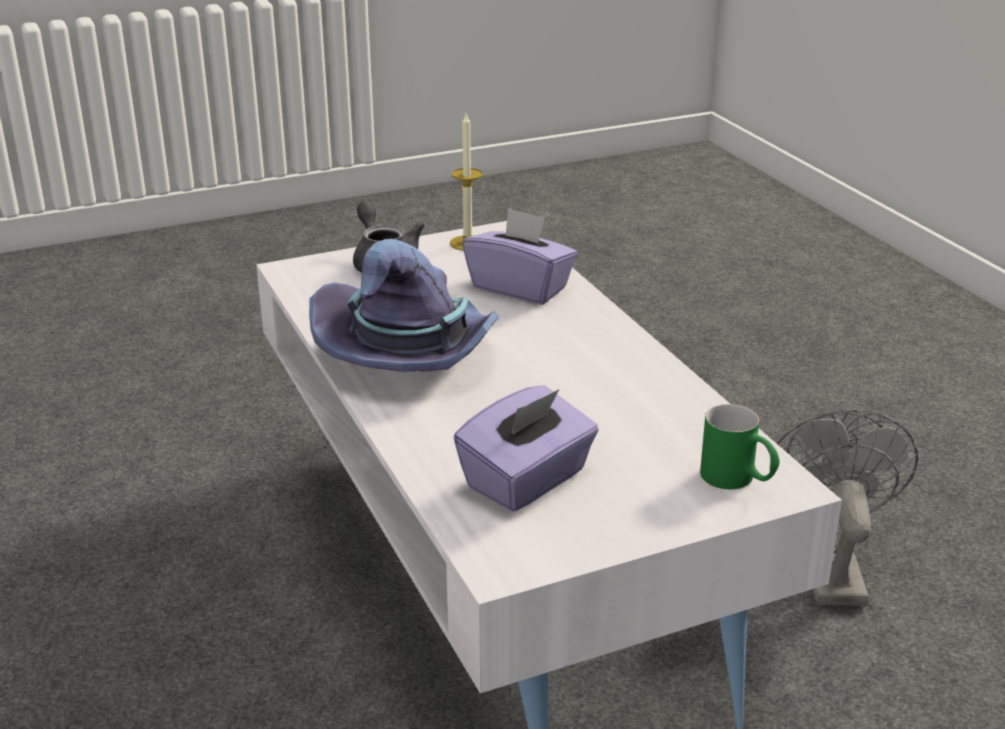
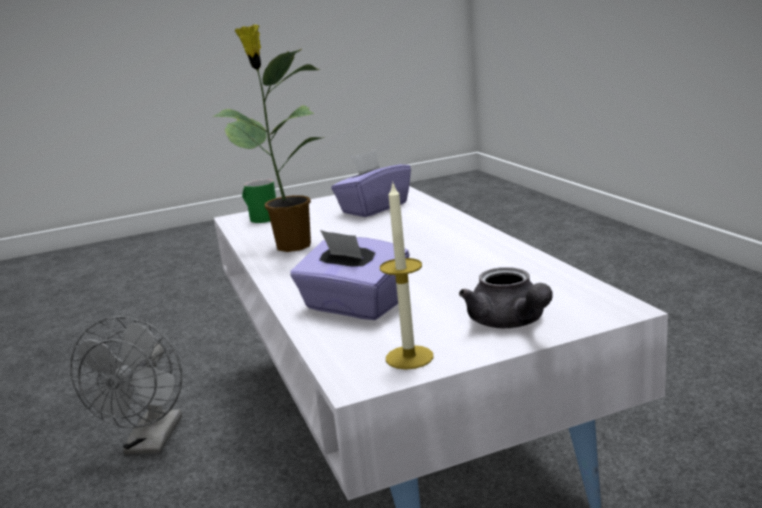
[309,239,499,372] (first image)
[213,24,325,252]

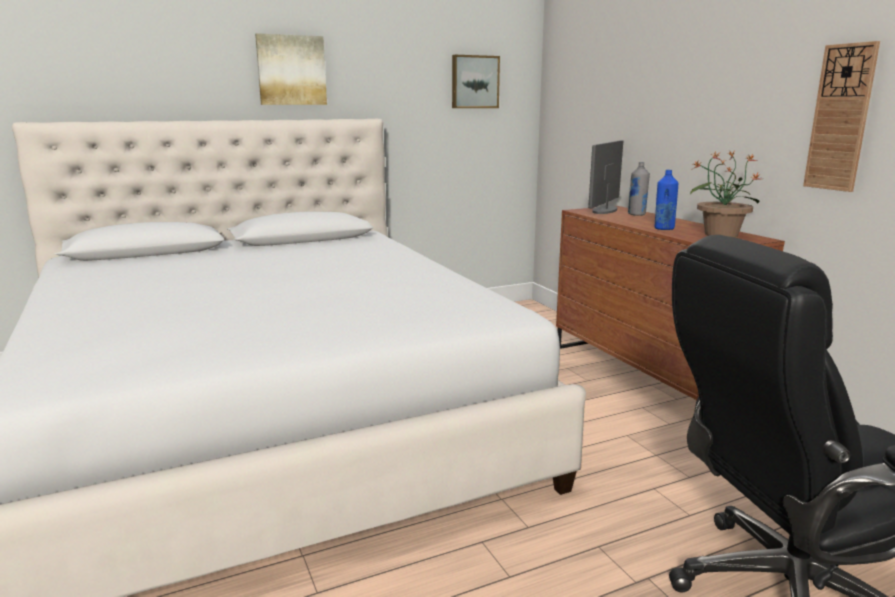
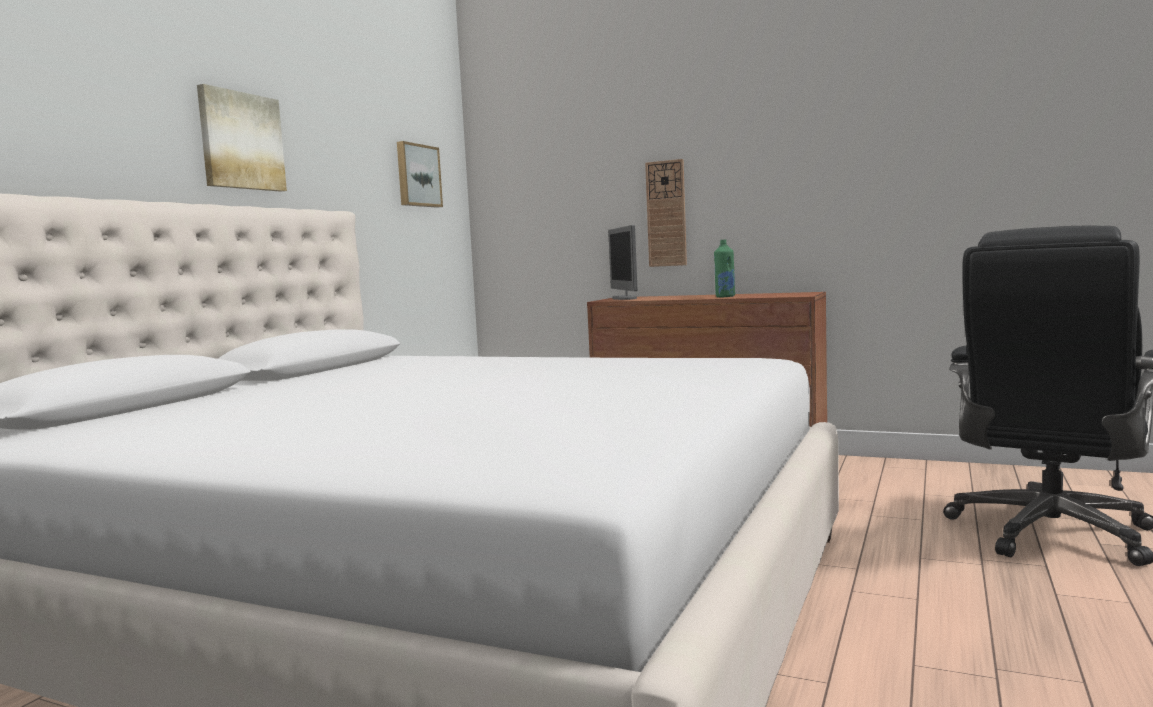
[628,162,650,216] (first image)
[714,240,735,298]
[690,151,760,237] (first image)
[645,159,687,267]

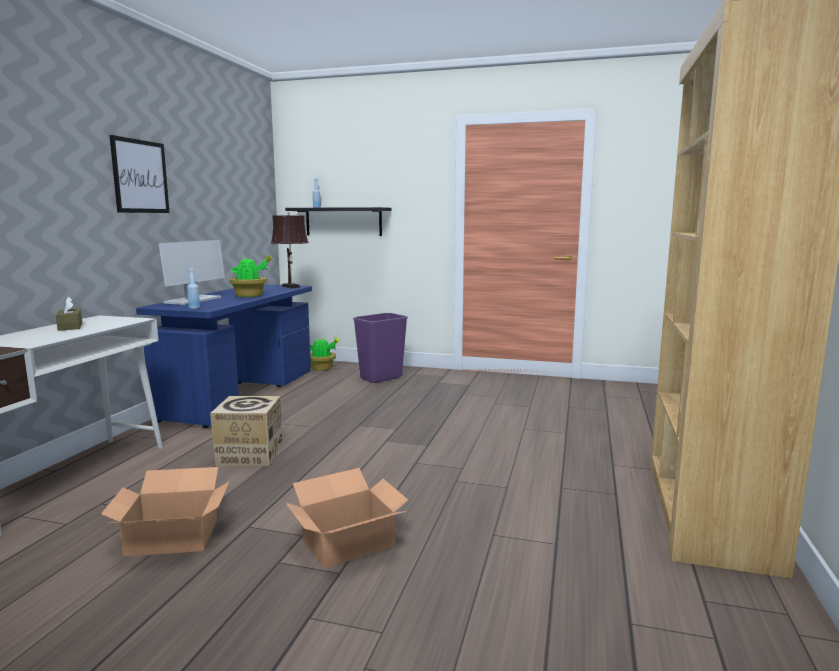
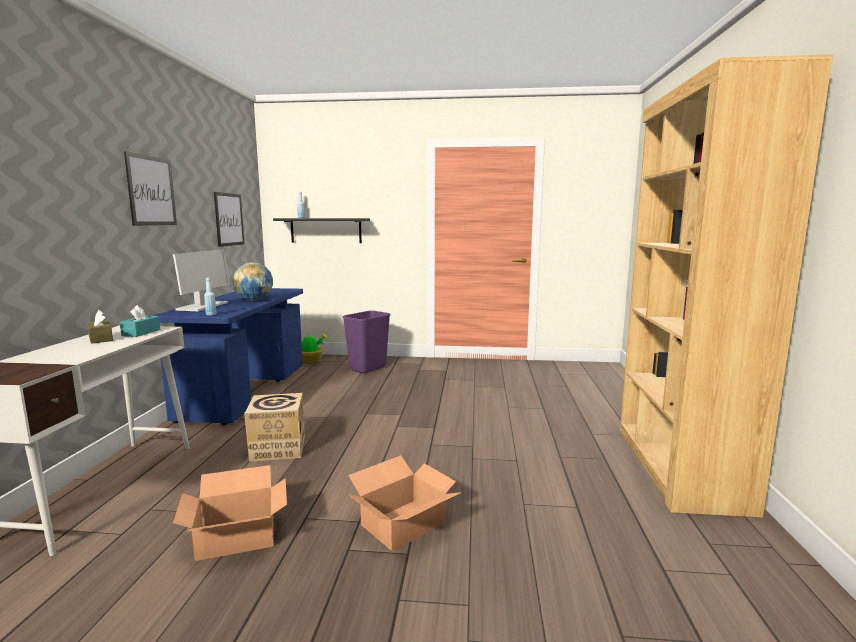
[233,262,273,301]
[271,212,309,288] (first image)
[120,305,160,337]
[214,192,245,247]

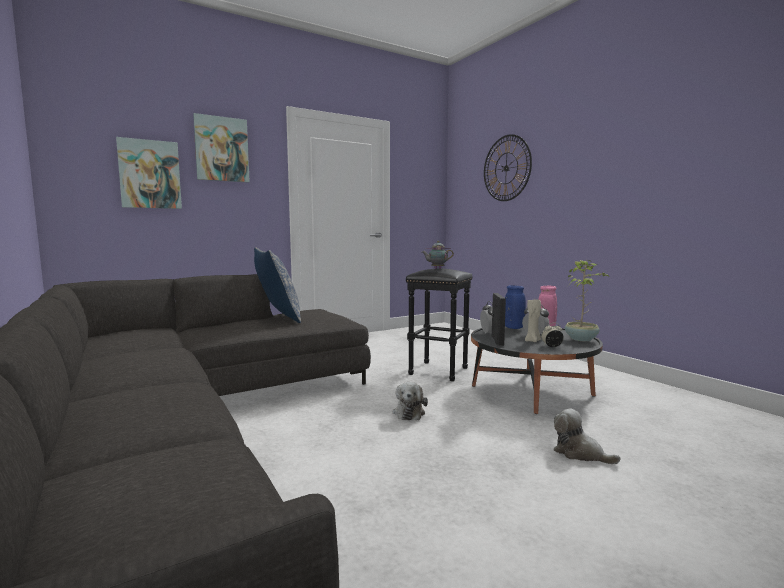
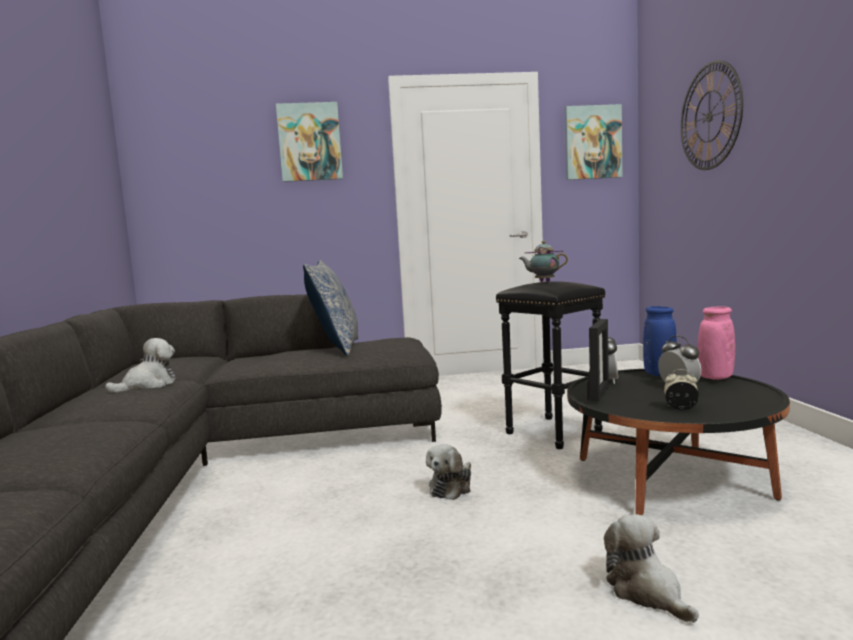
[565,104,622,180]
[525,297,541,342] (first image)
[565,260,610,341] (first image)
[105,338,176,393]

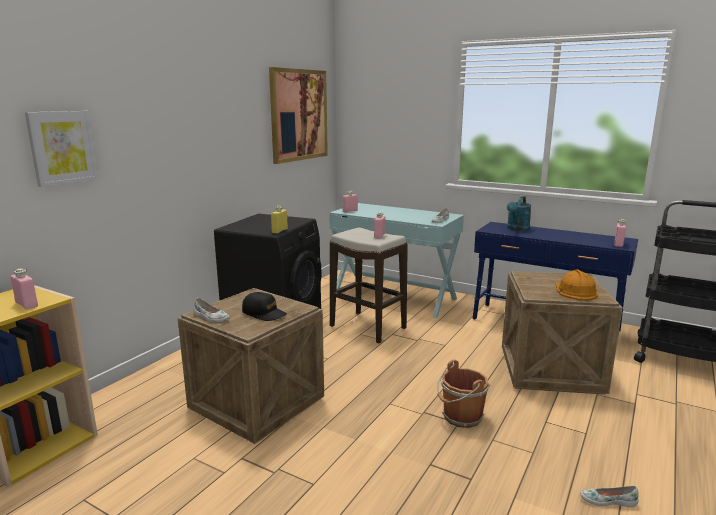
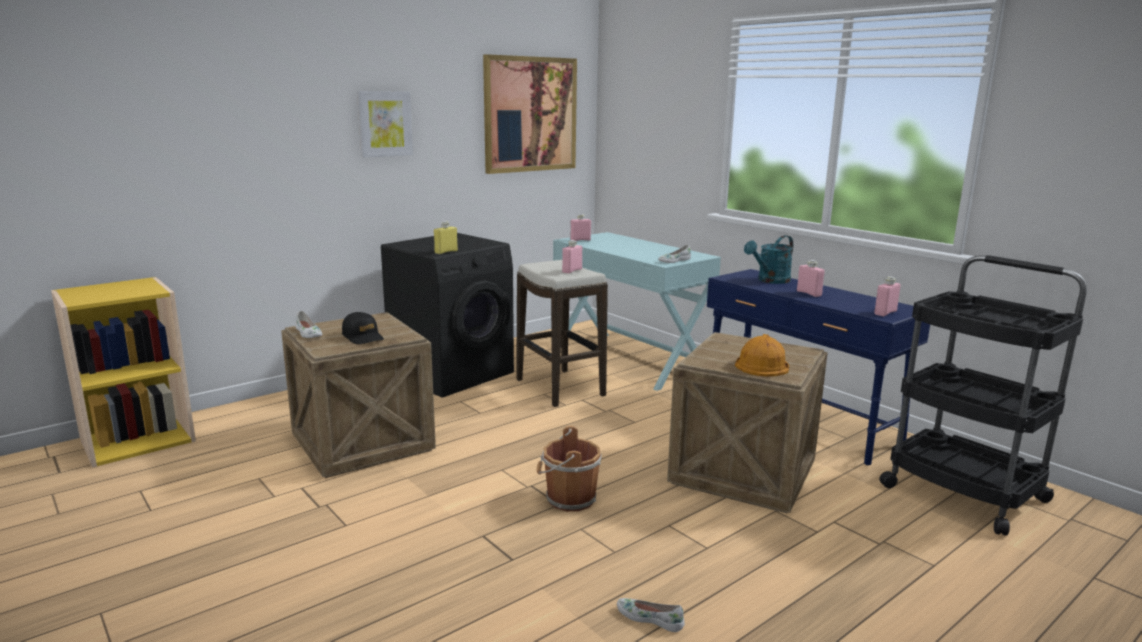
[797,260,825,297]
[357,91,413,157]

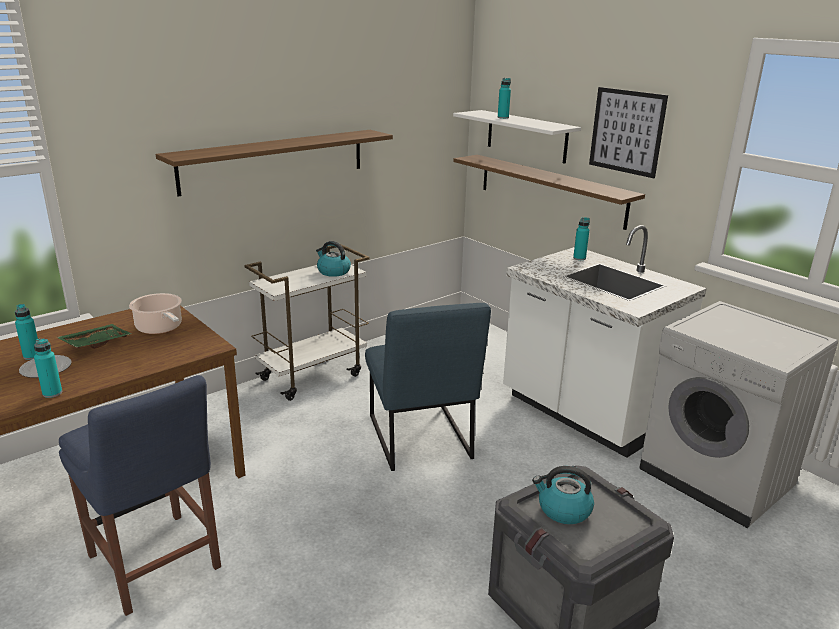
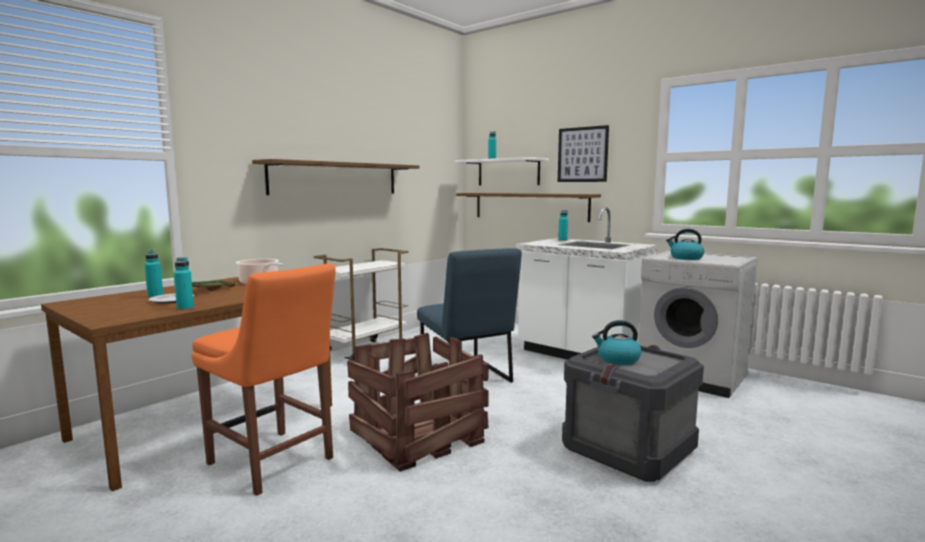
[192,263,336,496]
[666,229,704,260]
[347,333,489,472]

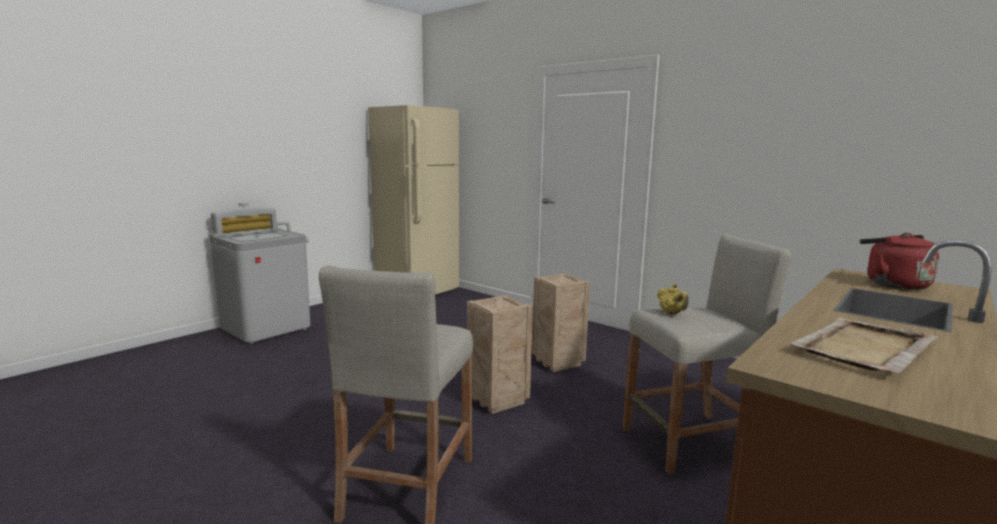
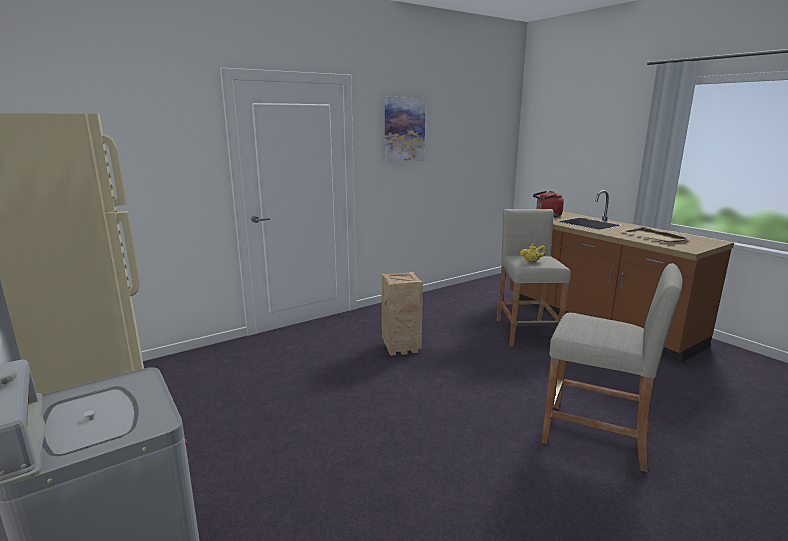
[467,295,533,414] (first image)
[385,97,426,163]

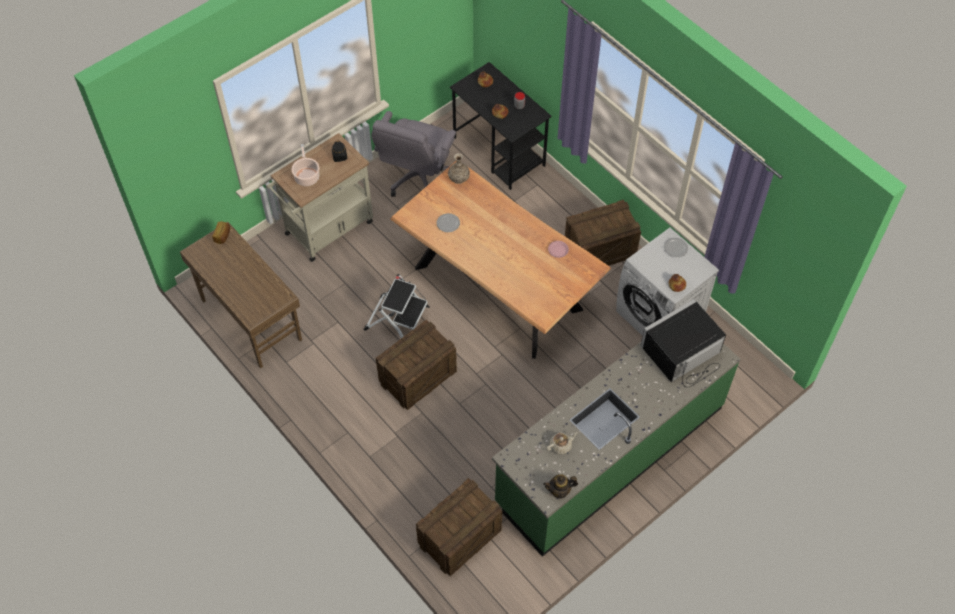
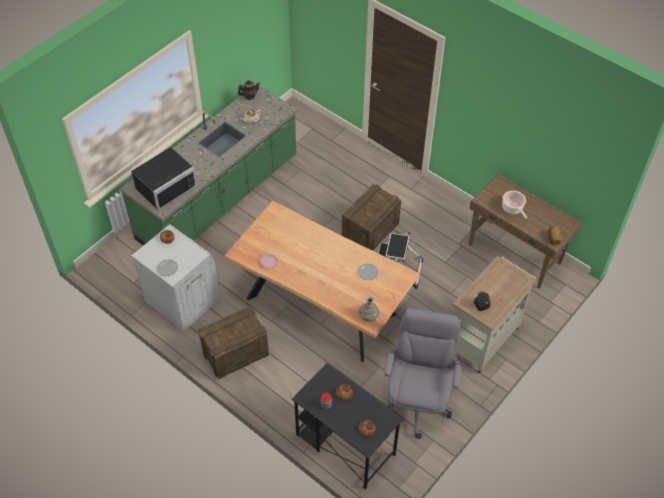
[502,191,528,219]
[416,478,502,577] (first image)

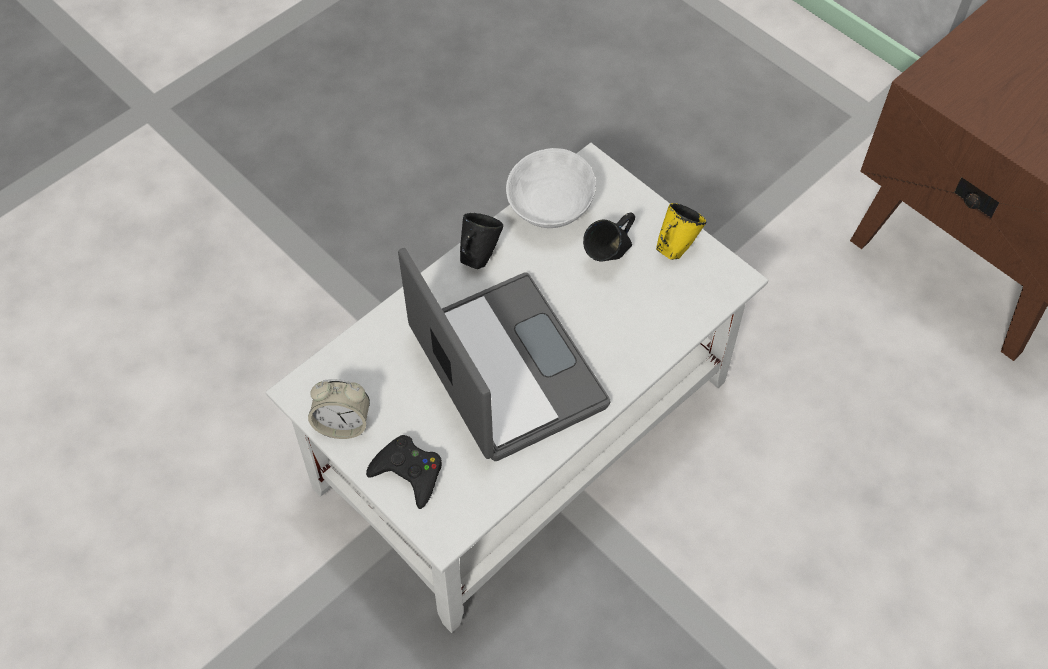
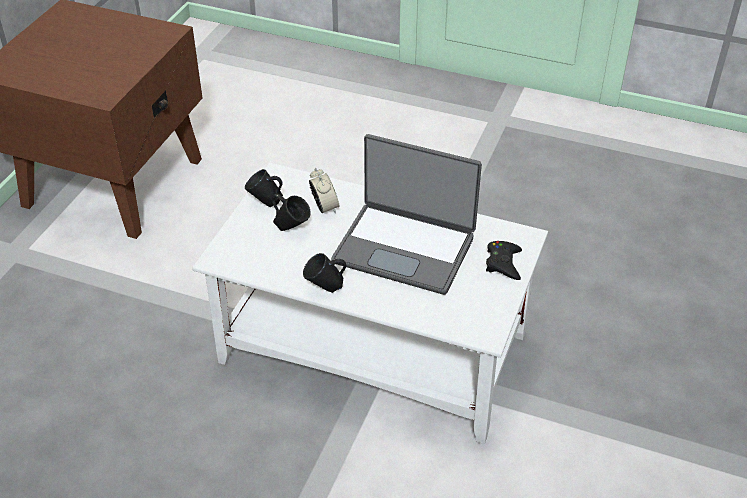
[309,168,339,214]
[331,134,482,295]
[506,148,596,228] (first image)
[245,169,283,207]

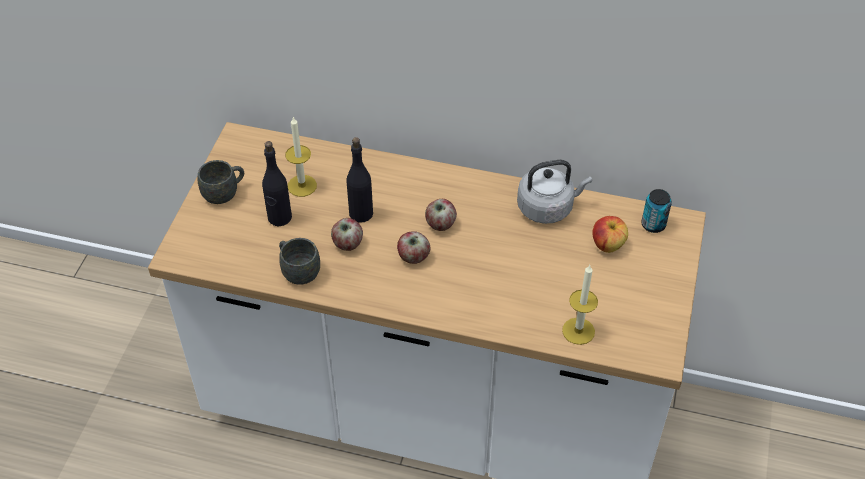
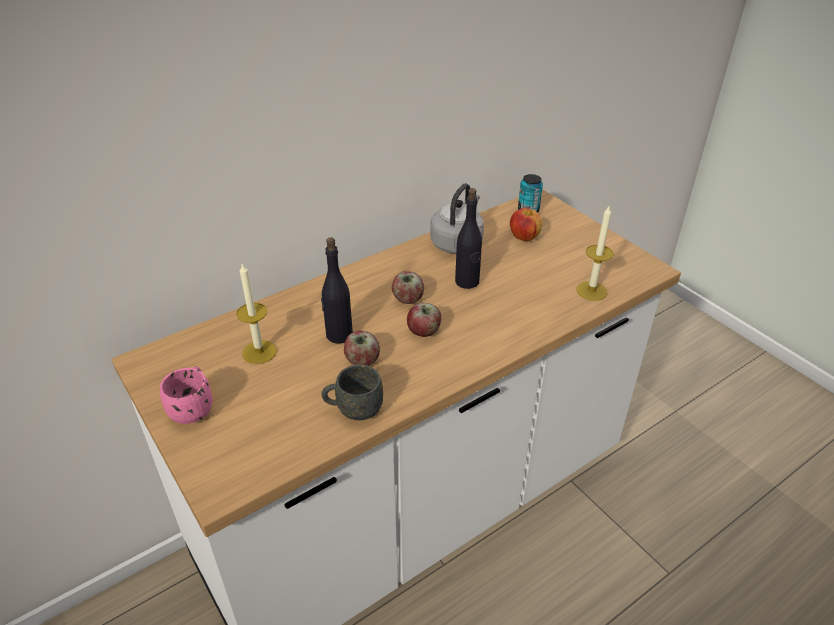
[160,366,213,424]
[455,188,482,289]

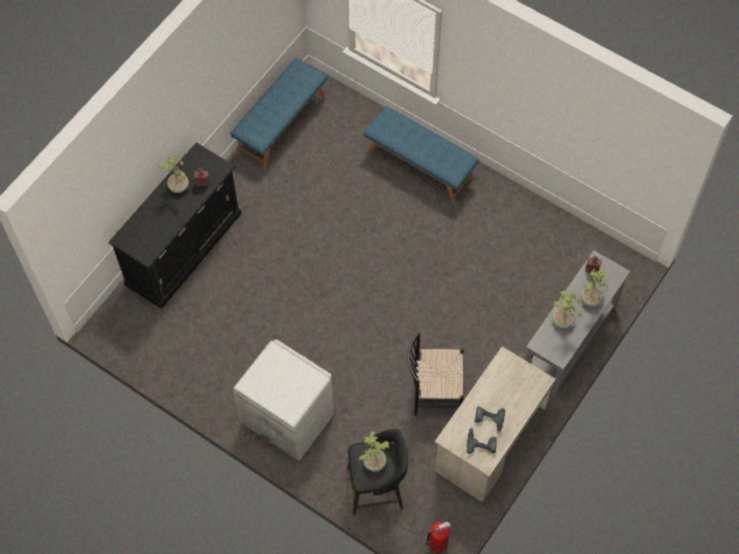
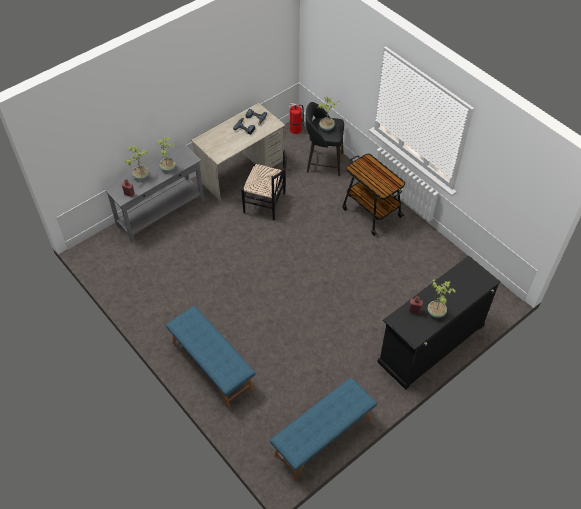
[342,154,405,236]

